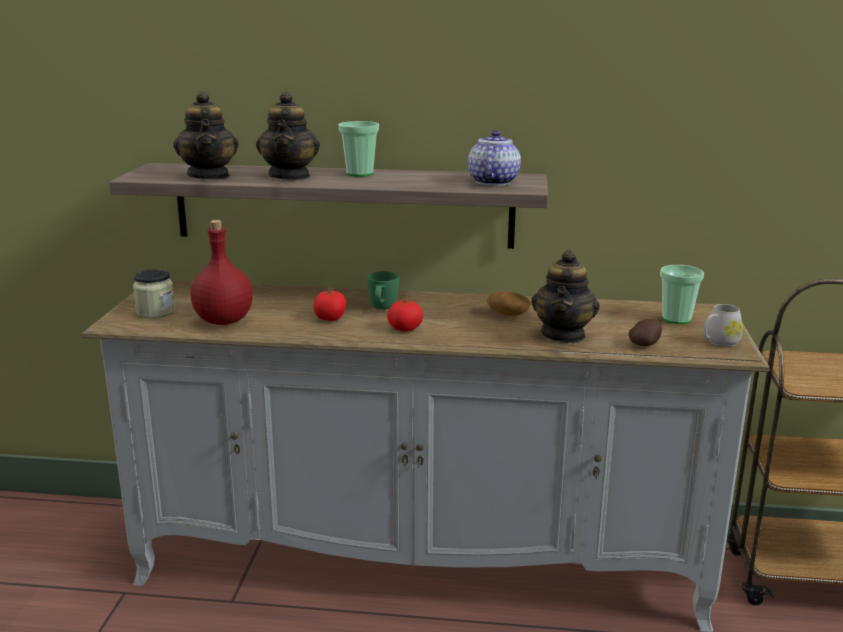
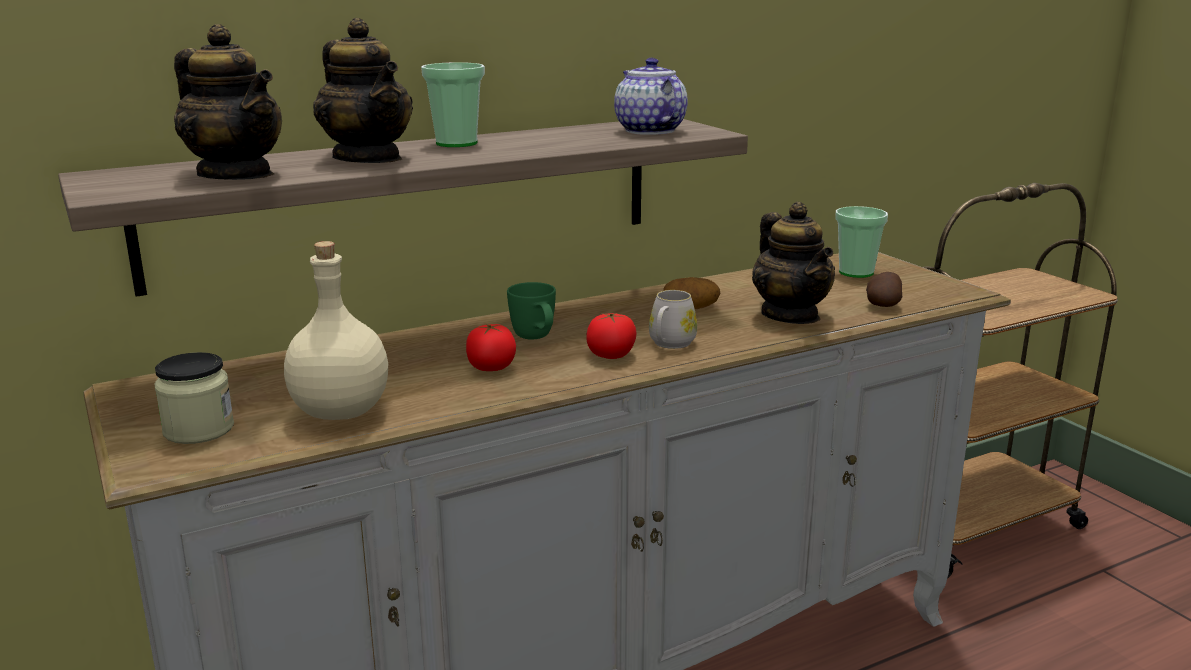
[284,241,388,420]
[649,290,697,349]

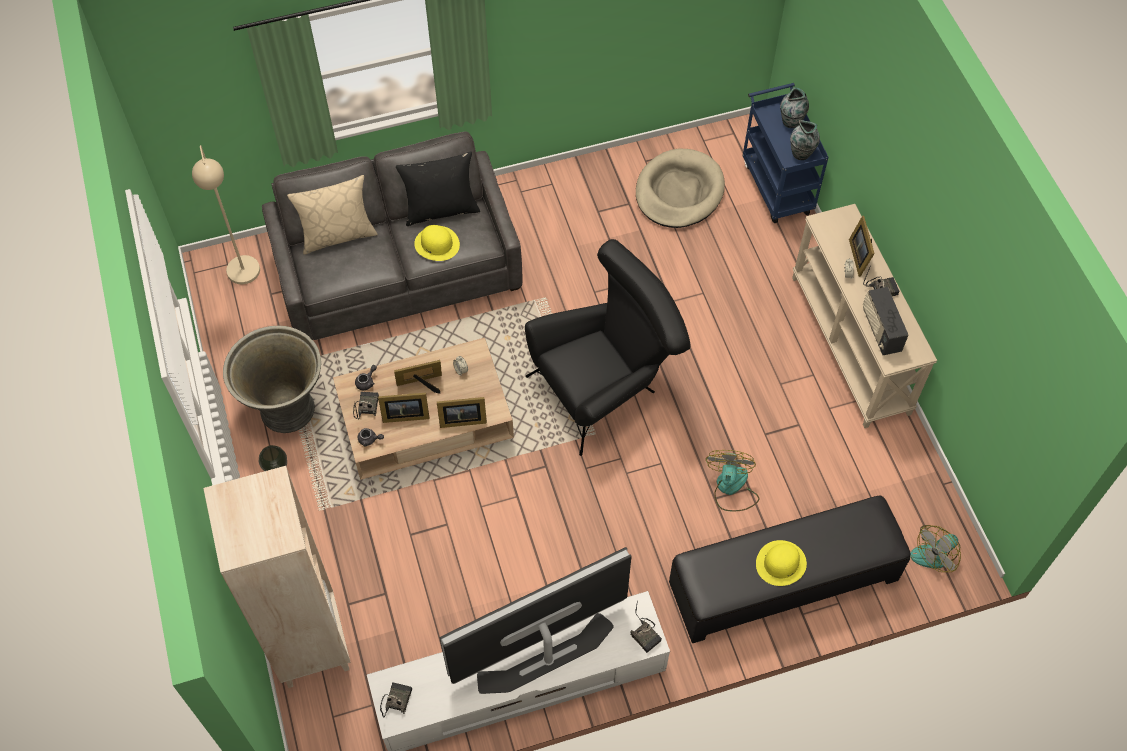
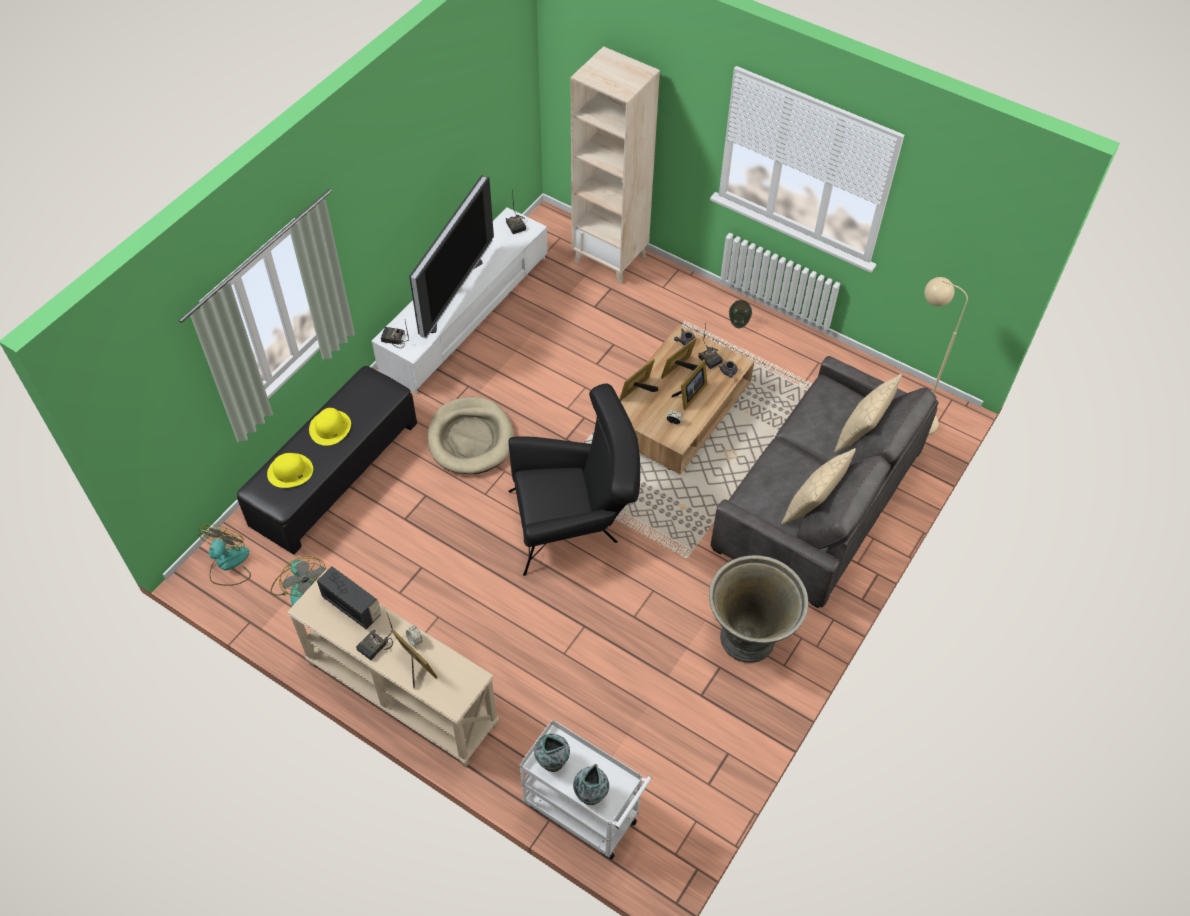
[709,555,808,663]
[781,448,856,525]
[267,453,313,488]
[508,383,640,576]
[427,397,514,474]
[271,556,326,606]
[520,720,652,860]

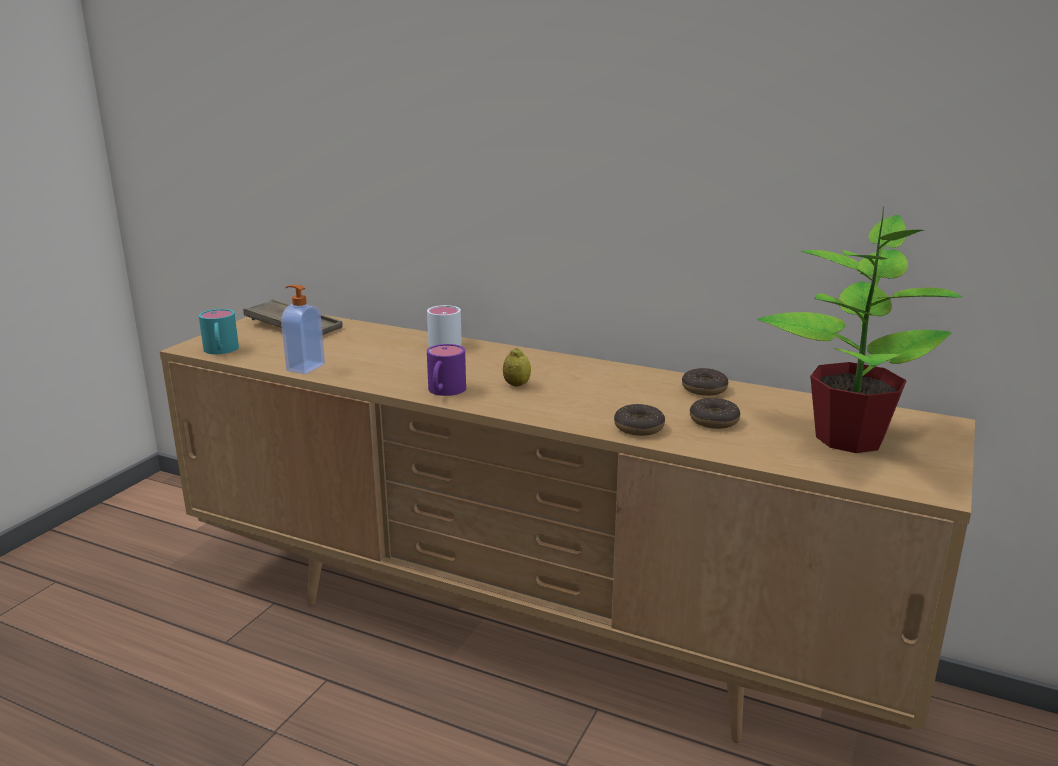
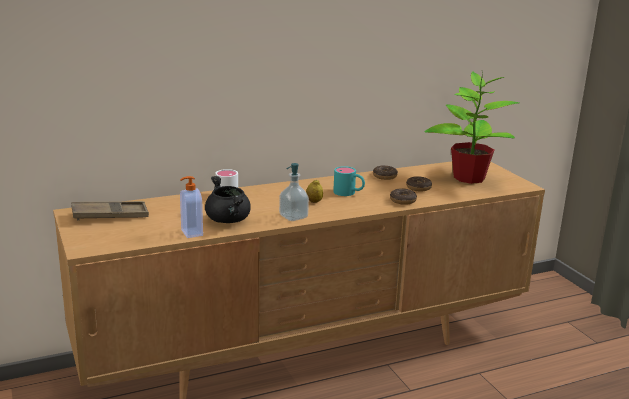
[333,166,365,196]
[279,163,309,221]
[205,176,251,223]

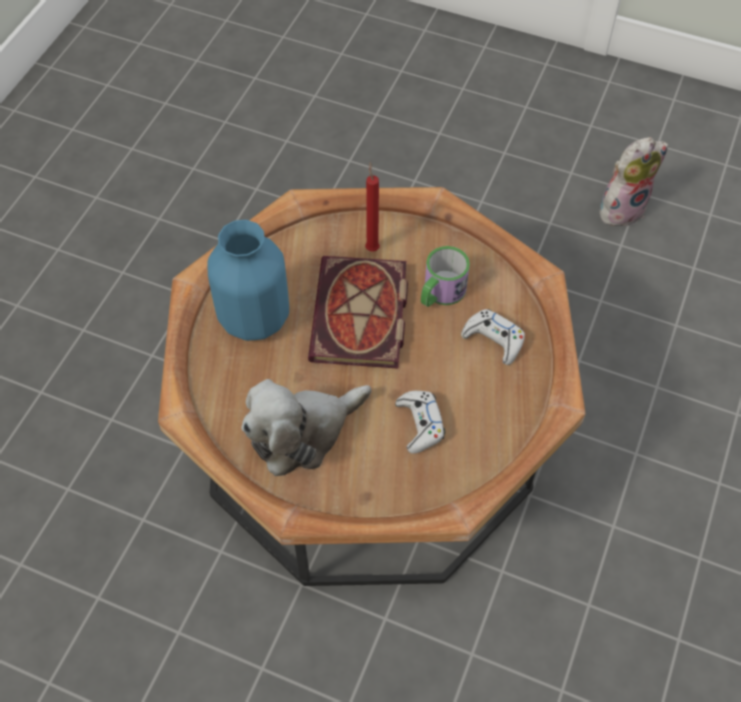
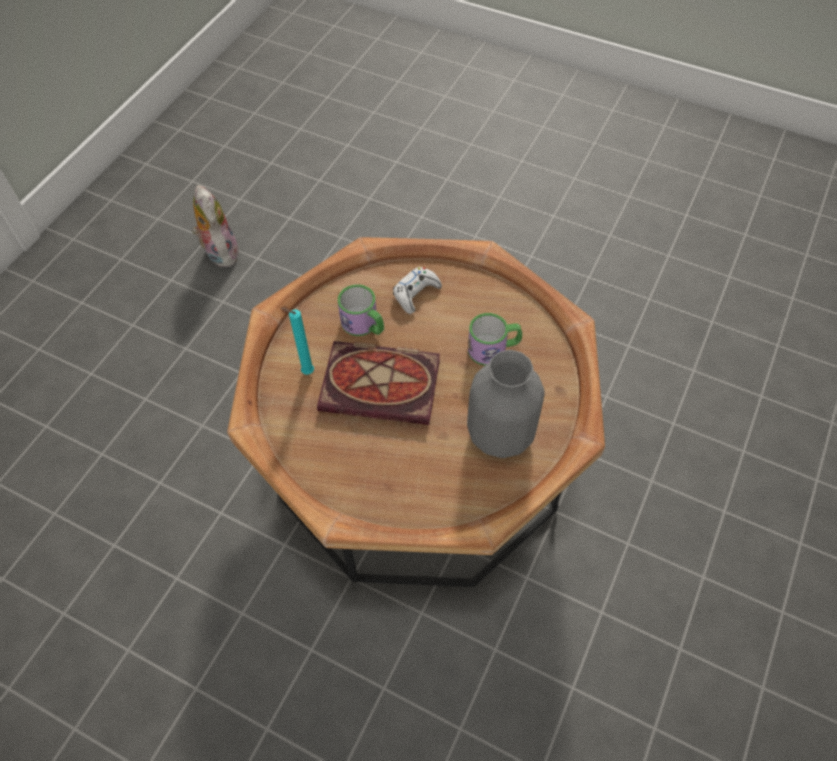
[208,220,289,341] (first image)
[467,350,545,458]
[281,308,314,375]
[468,313,522,366]

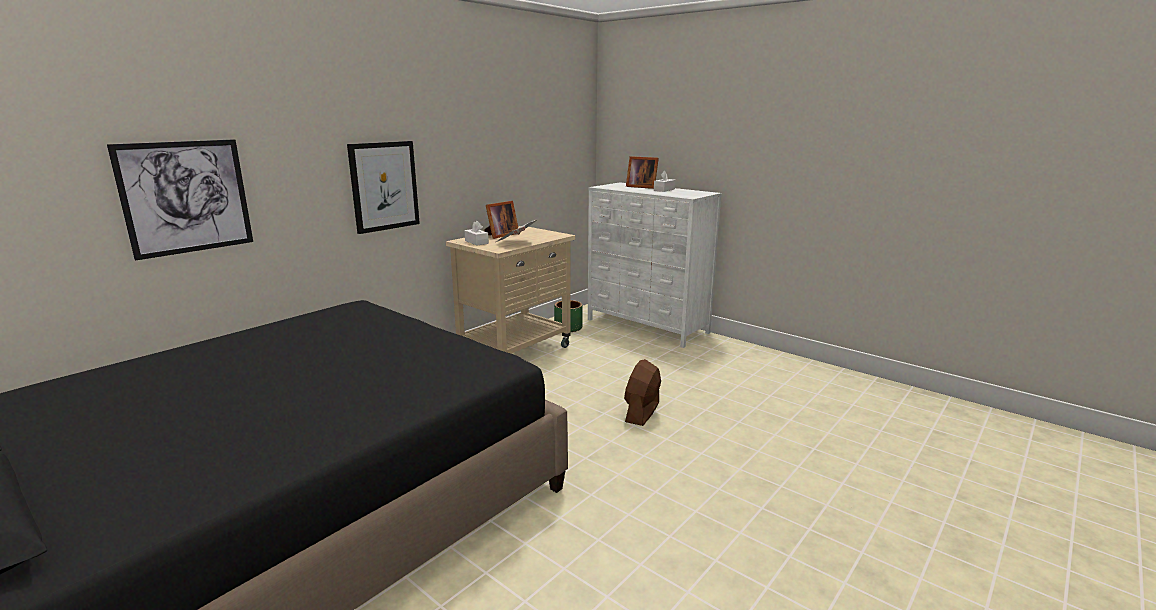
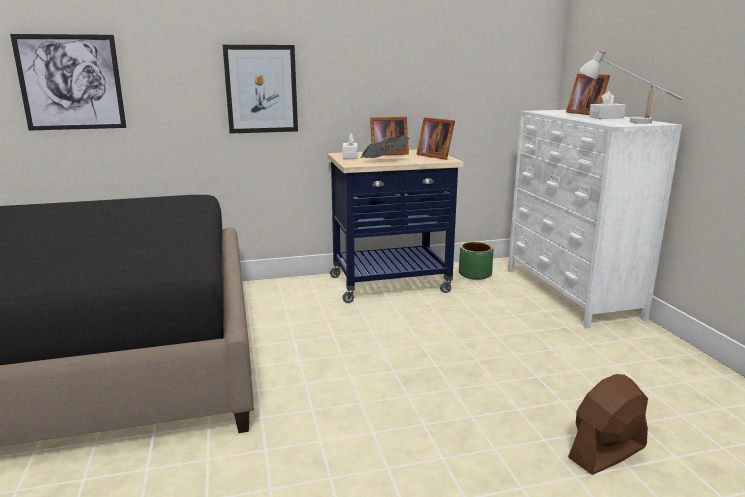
[327,150,464,303]
[568,374,648,475]
[416,117,455,160]
[579,49,682,124]

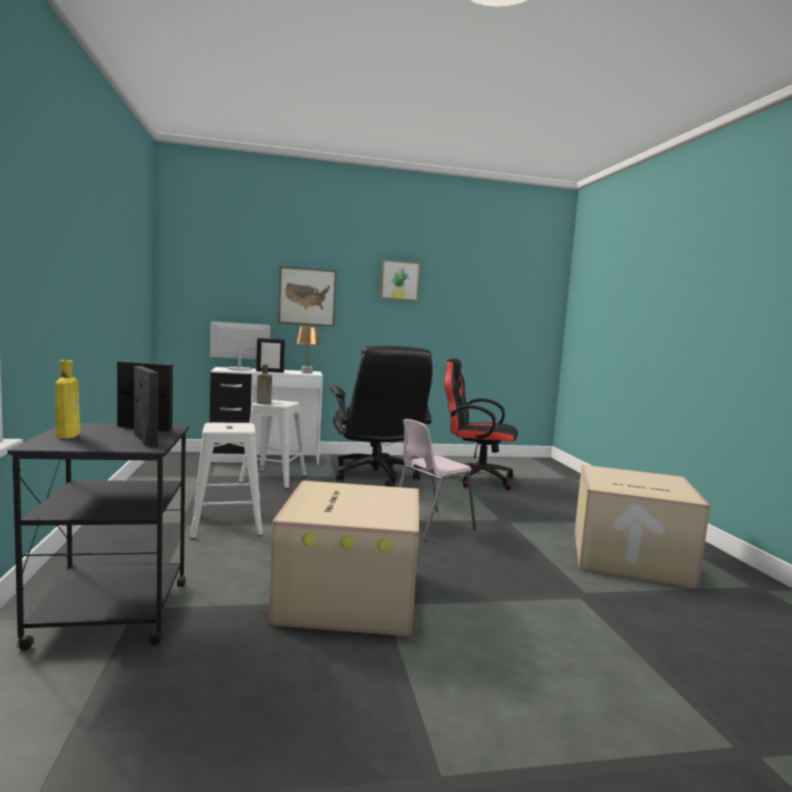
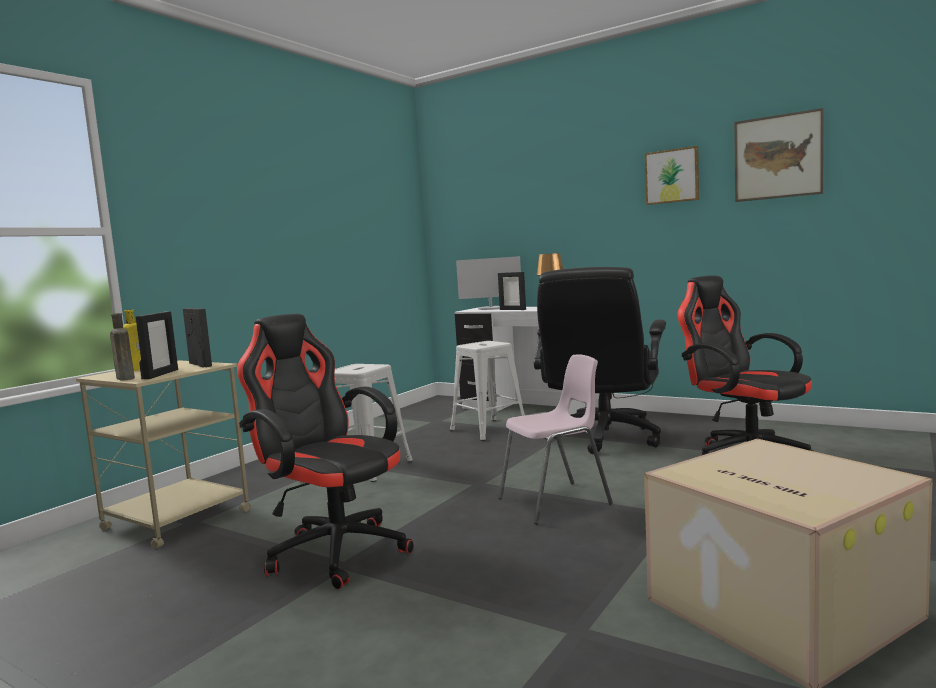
[76,360,251,549]
[456,256,521,310]
[110,313,135,381]
[237,314,414,589]
[734,108,823,202]
[499,354,613,524]

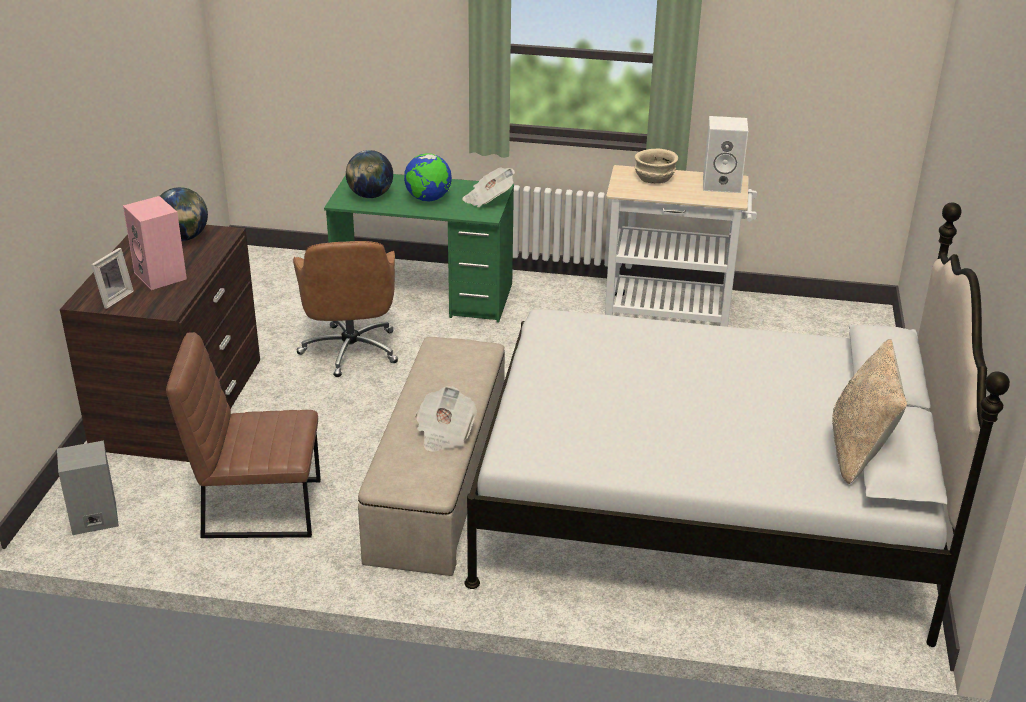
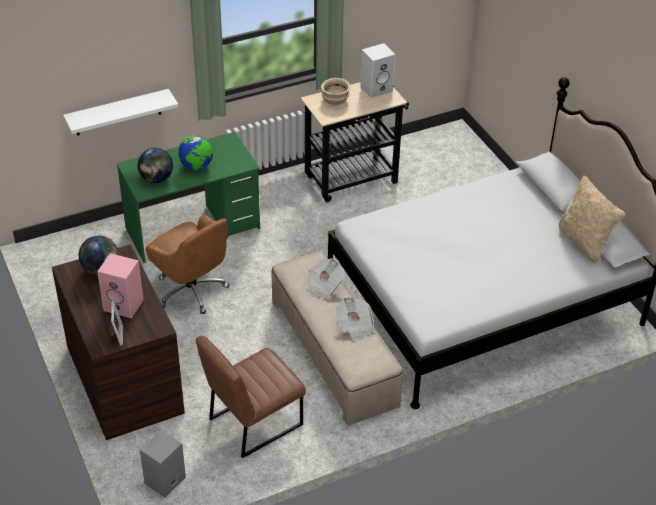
[306,258,345,299]
[301,82,409,202]
[63,89,179,136]

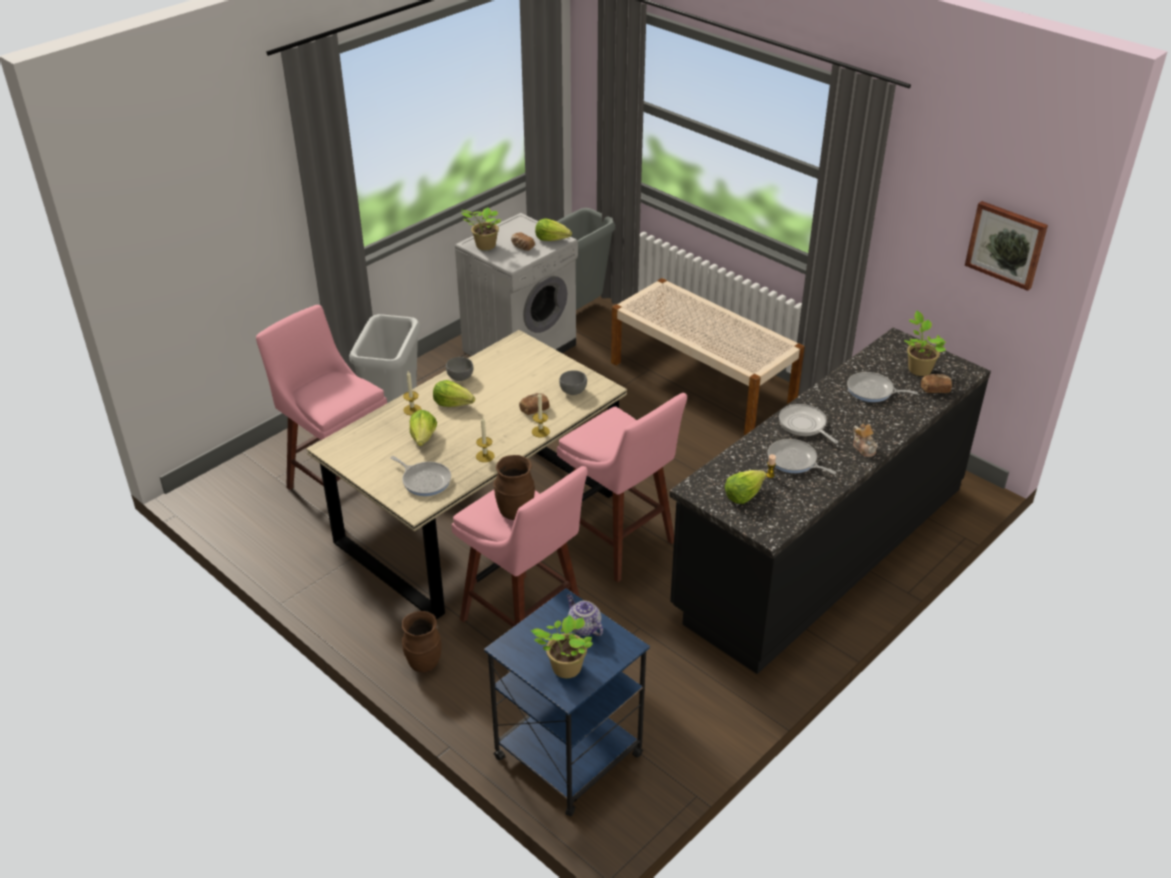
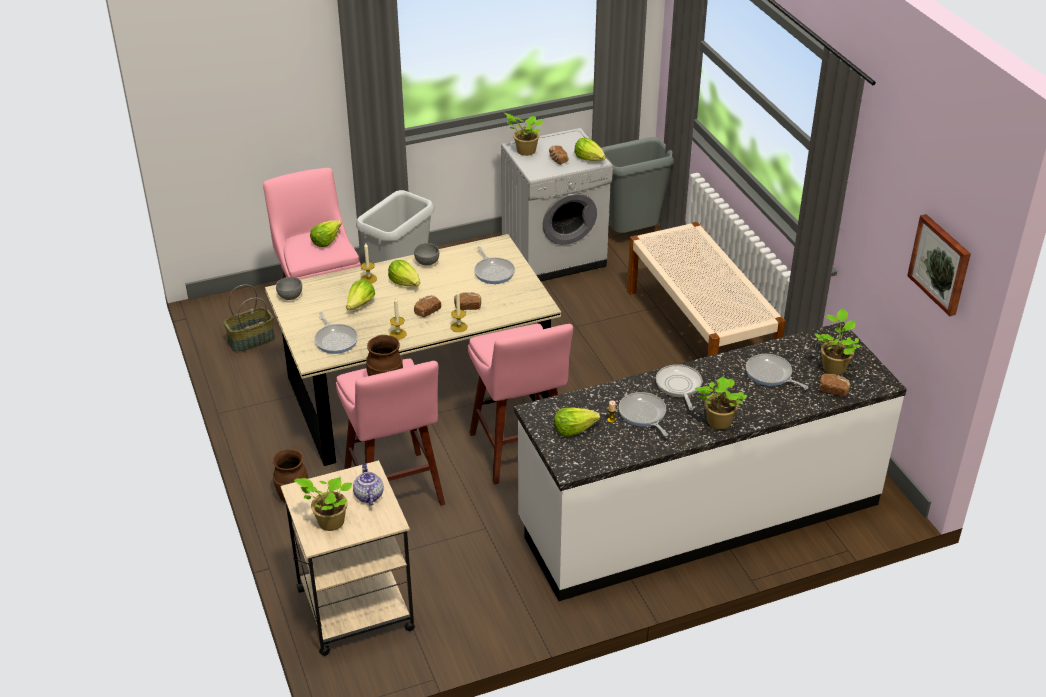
[281,460,416,656]
[276,277,302,300]
[514,322,907,601]
[695,376,748,429]
[224,284,275,353]
[310,220,342,247]
[414,295,441,317]
[474,246,515,284]

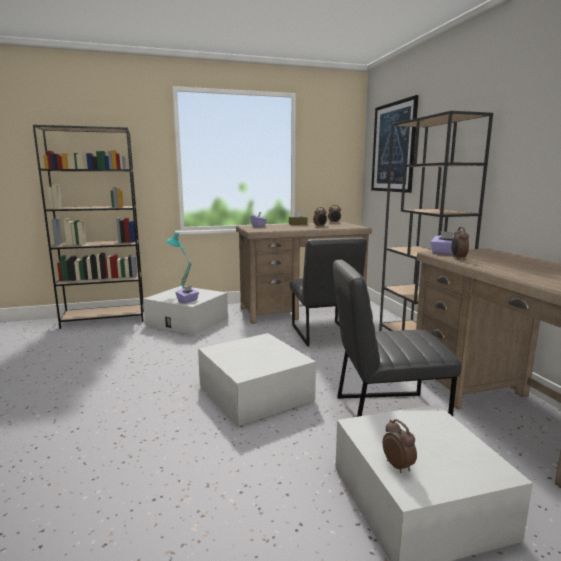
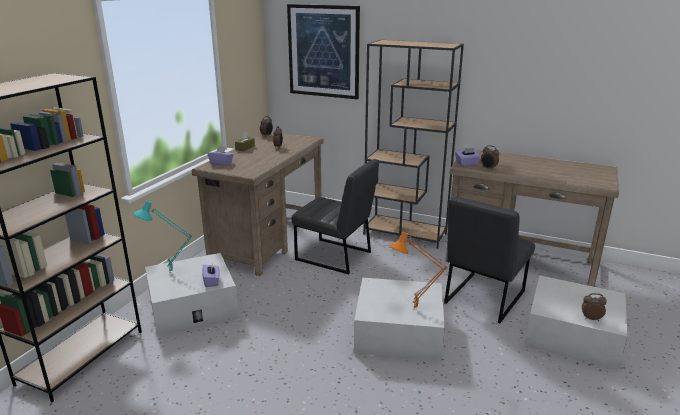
[389,232,448,310]

